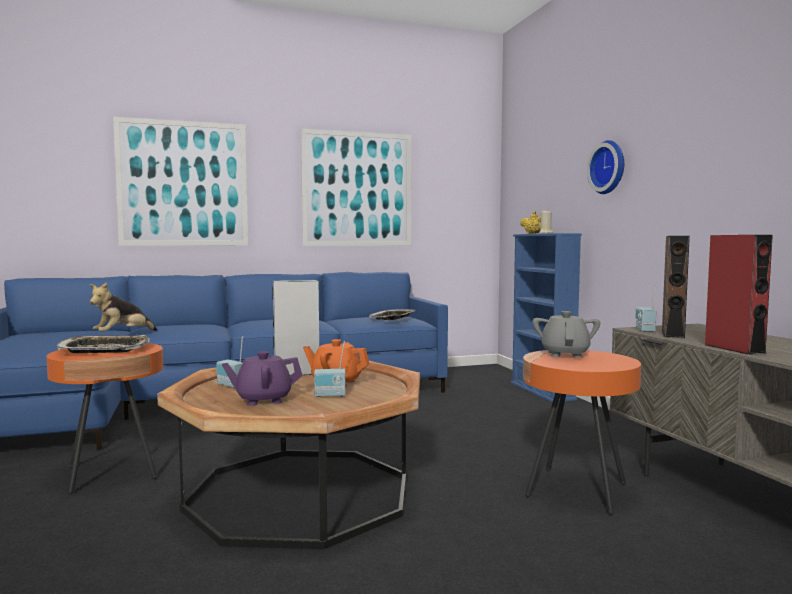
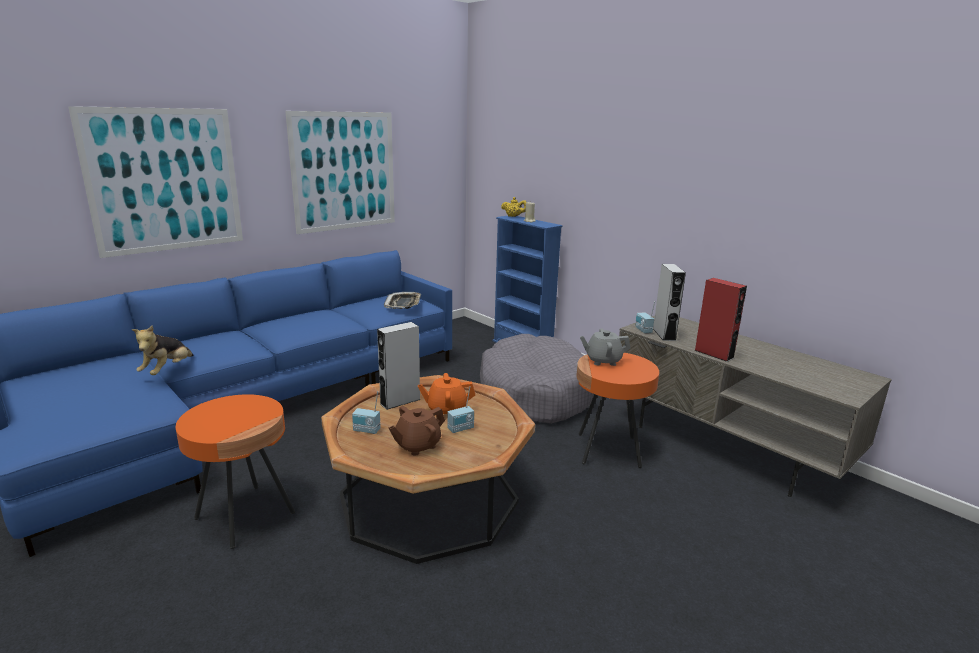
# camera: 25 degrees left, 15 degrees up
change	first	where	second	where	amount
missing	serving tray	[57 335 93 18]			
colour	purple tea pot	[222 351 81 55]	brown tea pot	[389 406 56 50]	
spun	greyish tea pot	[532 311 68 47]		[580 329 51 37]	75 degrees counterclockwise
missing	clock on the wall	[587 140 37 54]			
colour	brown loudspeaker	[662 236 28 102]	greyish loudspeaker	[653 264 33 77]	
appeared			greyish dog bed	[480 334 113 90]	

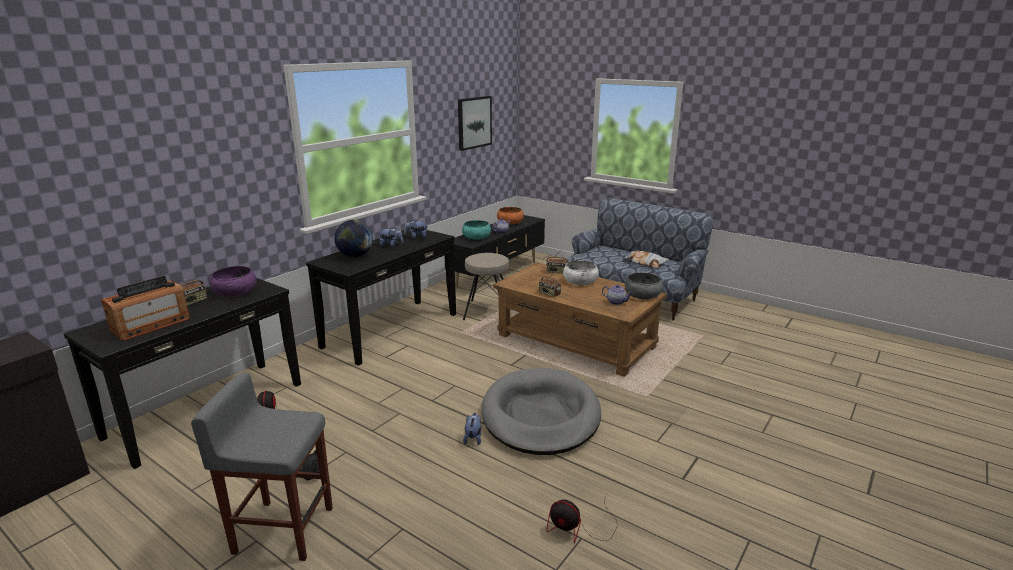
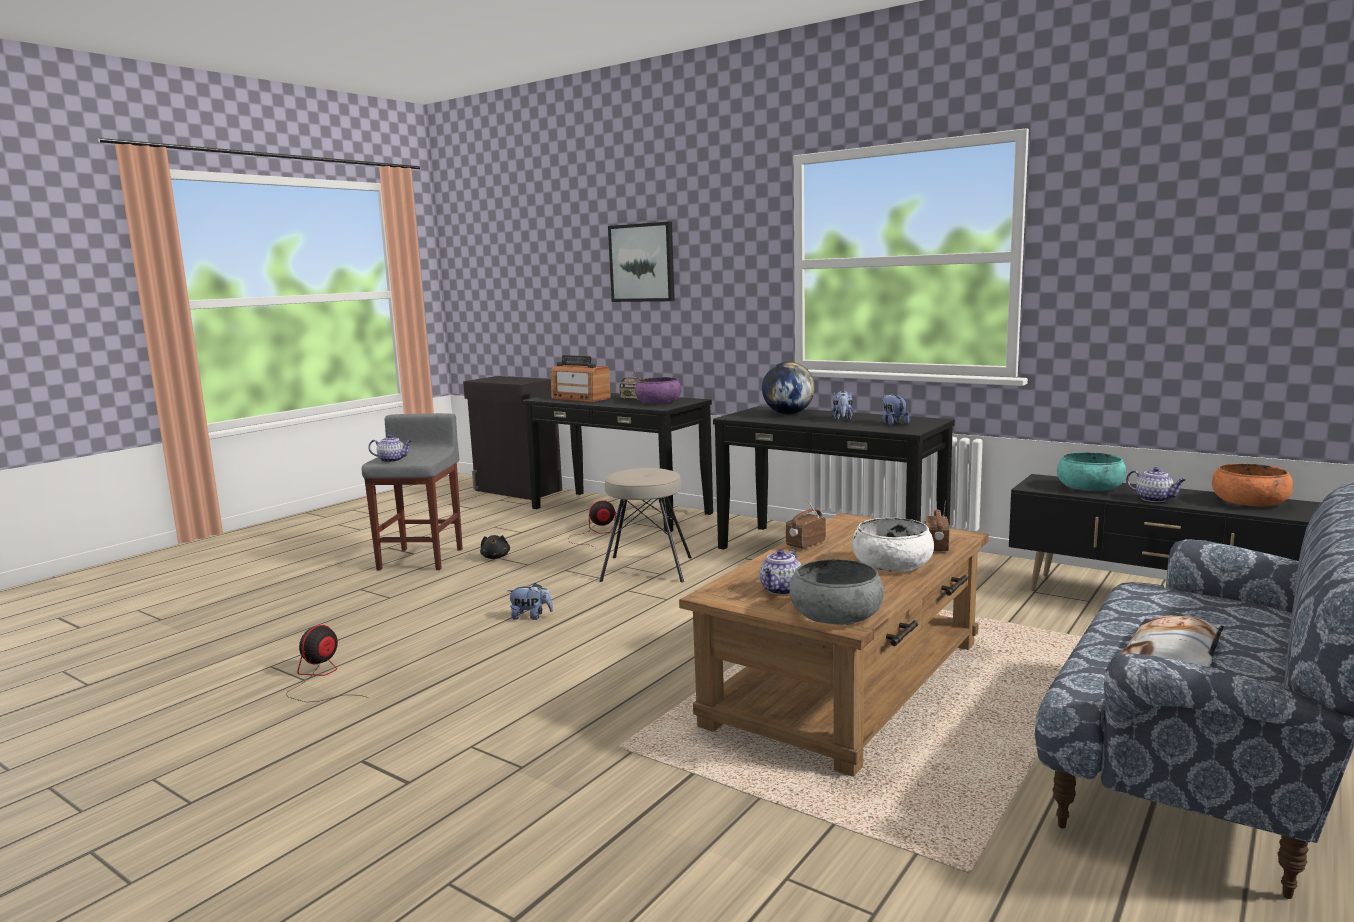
# camera: 90 degrees right, 10 degrees down
change	first	where	second	where	amount
relocated	wall picture	[458 96 34 55]		[608 222 67 80]	
relocated	beige stool	[463 253 46 67]		[599 468 93 114]	
missing	greyish dog bed	[481 368 120 87]			
appeared			tea pot	[368 434 44 29]	

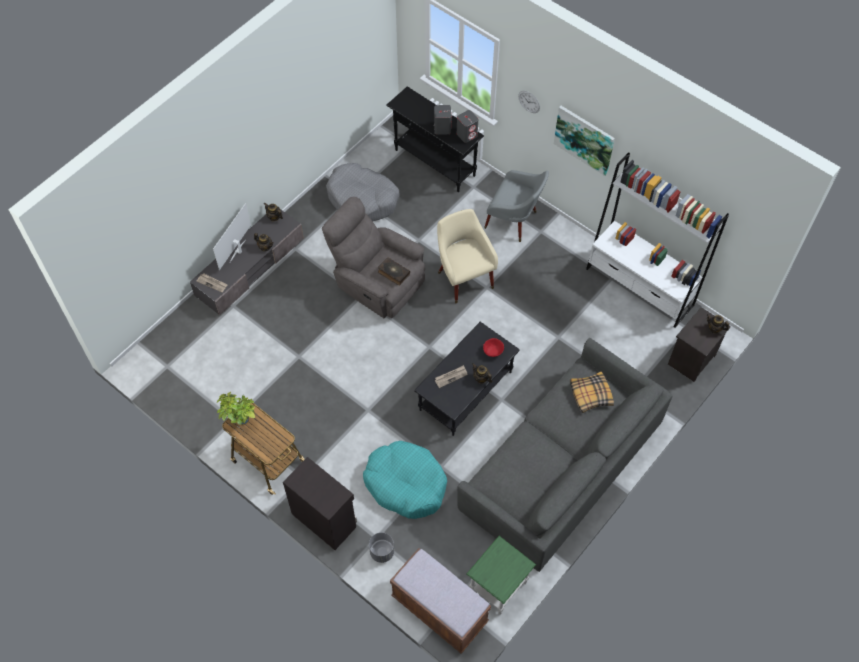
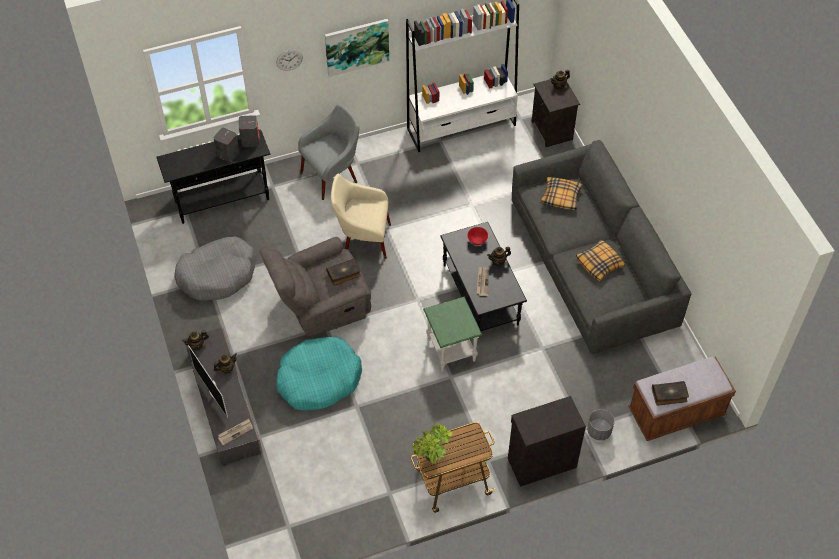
# camera: 60 degrees left, 5 degrees down
change	first	where	second	where	amount
relocated	blue-green dog bed	[363 441 84 78]		[276 337 86 73]	
relocated	green end table	[467 536 69 79]		[423 296 59 76]	
appeared			pillow	[576 240 49 41]	
appeared			volume	[652 381 37 25]	

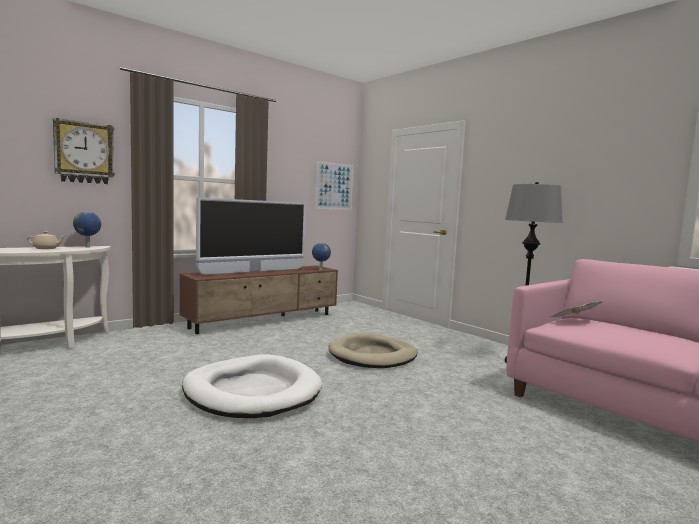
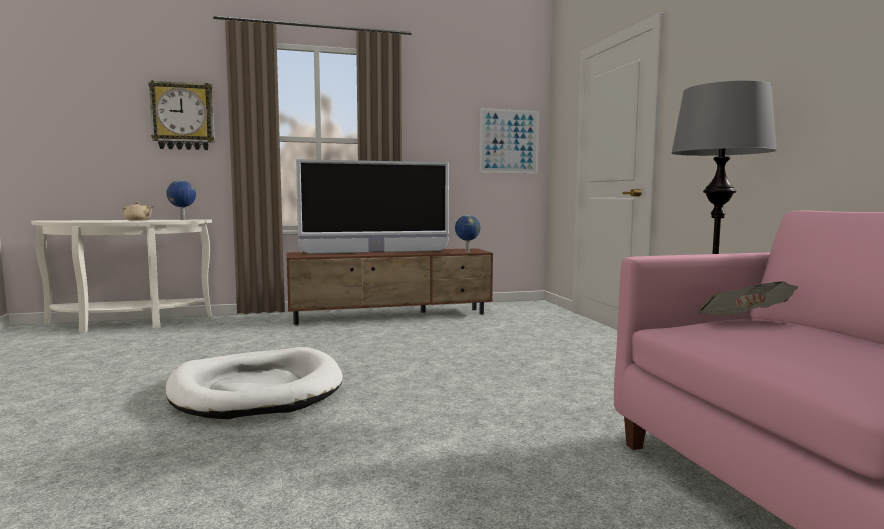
# camera: 25 degrees right, 0 degrees up
change	first	where	second	where	amount
missing	beige dog bed	[328 333 90 35]			

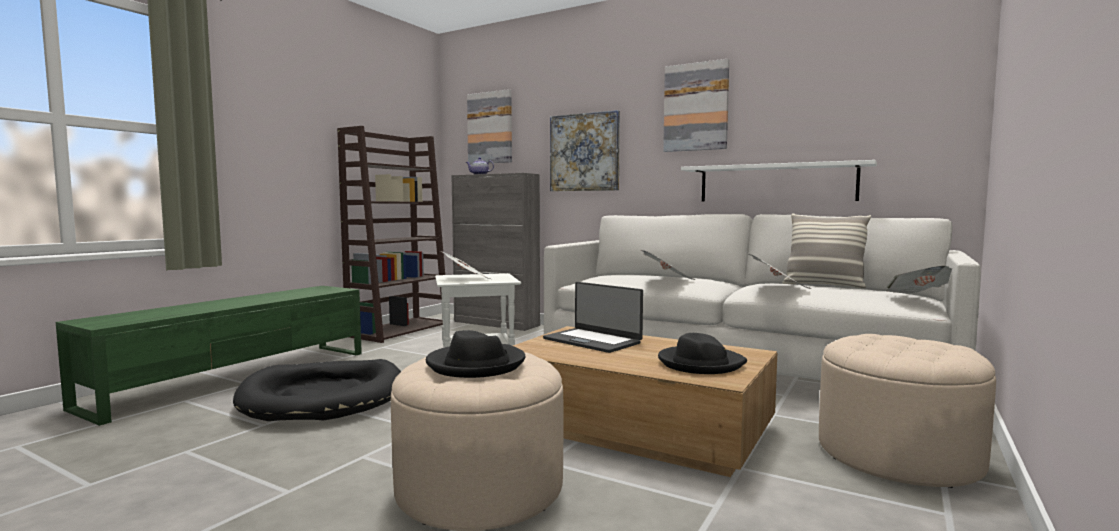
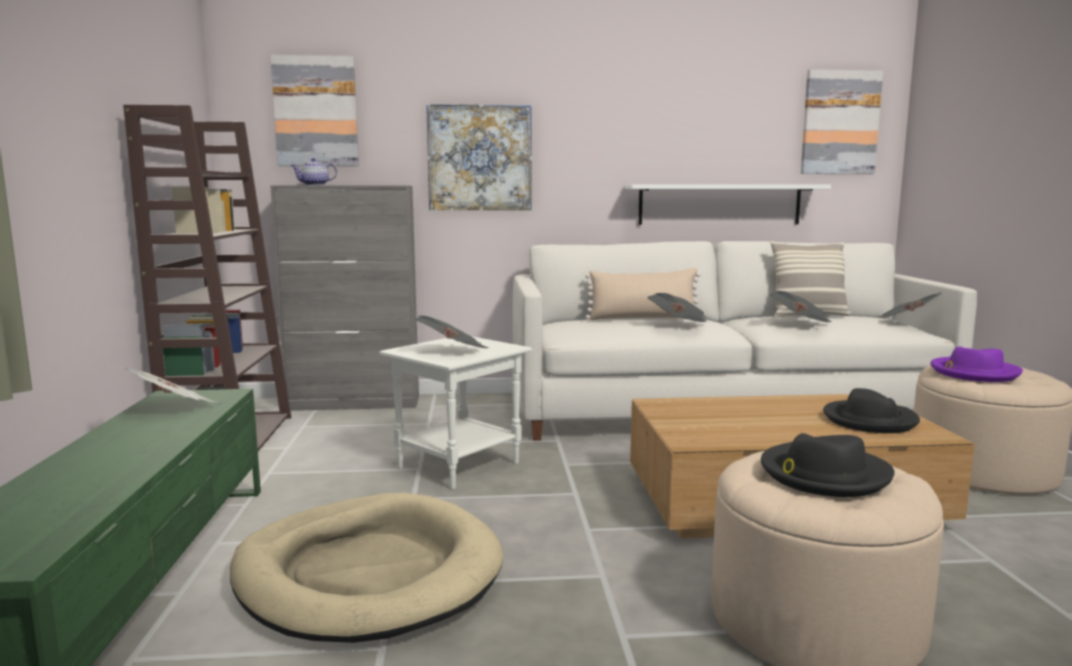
# camera: 35 degrees left, 5 degrees up
change	first	where	second	where	amount
colour	blackish dog bed	[233 359 168 62]	beige dog bed	[230 493 273 150]	
missing	notebook computer	[543 282 100 71]			
relocated	wall picture	[663 59 66 93]		[801 69 82 105]	
appeared			newspaper	[122 368 96 35]	
appeared			beige pillow	[585 268 115 52]	
appeared			purple clothing hat	[931 347 92 35]	

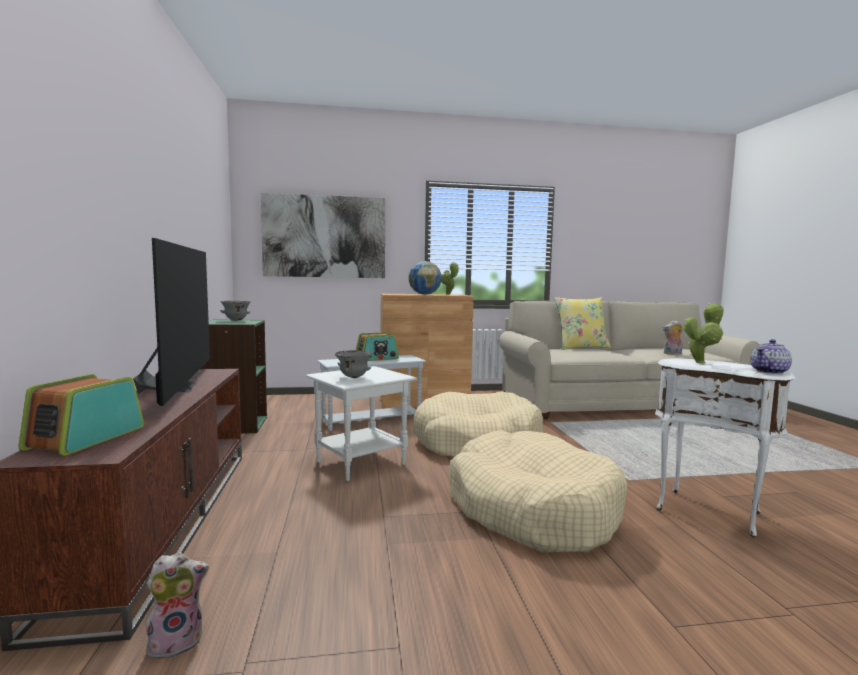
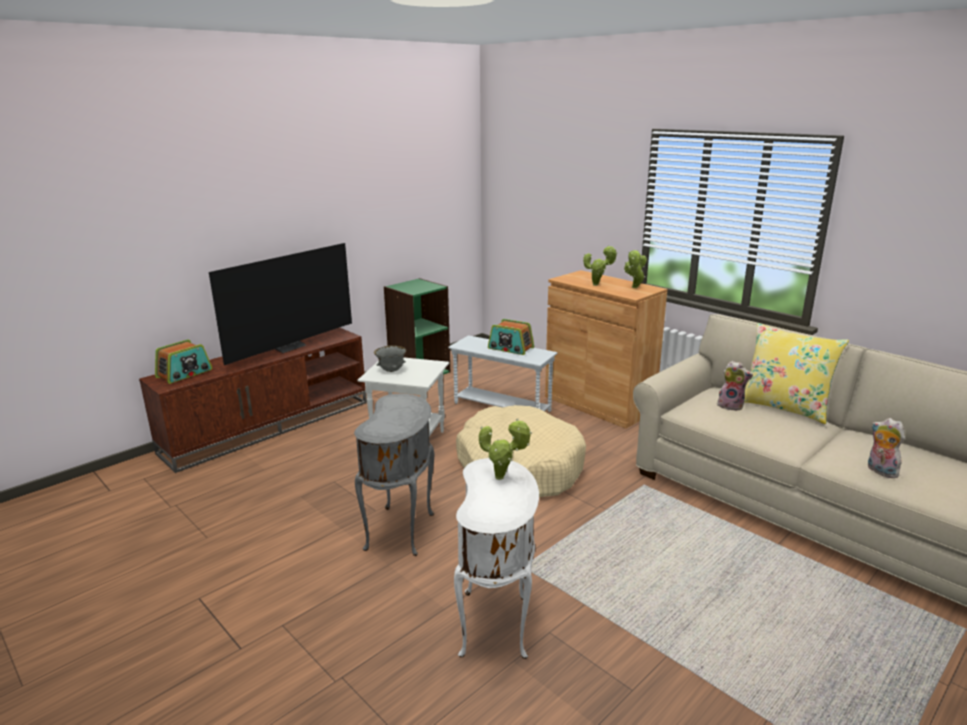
# camera: 55 degrees right, 15 degrees up
change	first	where	second	where	amount
spun	radio	[18 374 126 82]		[155 340 57 44]	150 degrees clockwise
relocated	cuddly toy	[145 552 64 107]		[717 361 36 50]	
missing	greyish bowl	[220 301 30 20]			
missing	wall picture	[261 193 124 85]			
exchanged	globe	[409 261 33 34]	potted plant	[583 245 35 41]	
exchanged	beige dog bed	[449 430 179 123]	greyish end table	[354 394 80 162]	
missing	tea pot	[751 339 41 35]			

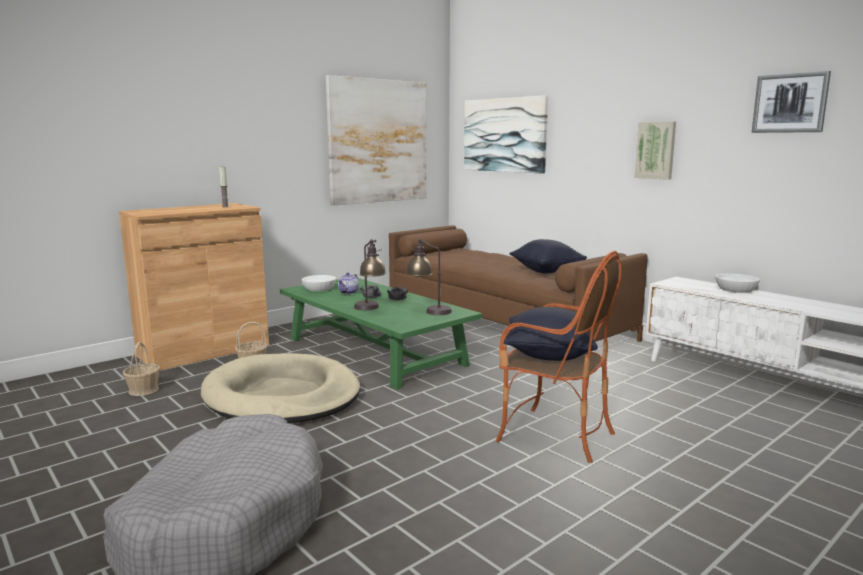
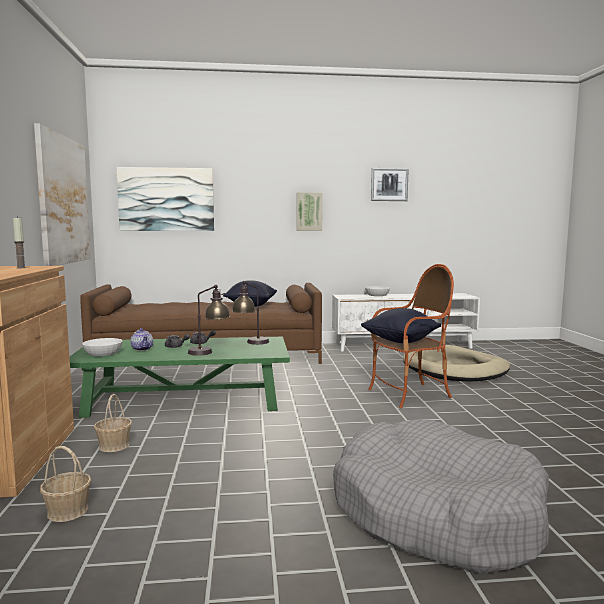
# camera: 55 degrees left, 5 degrees down
change	first	where	second	where	amount
relocated	beige dog bed	[201 353 159 70]		[403 345 107 37]	

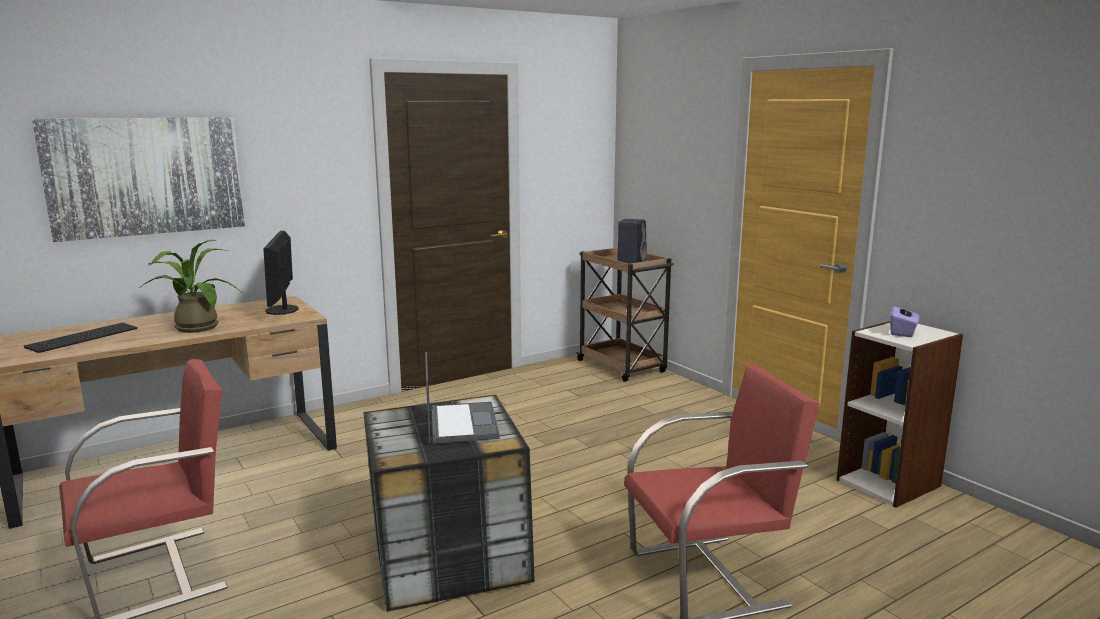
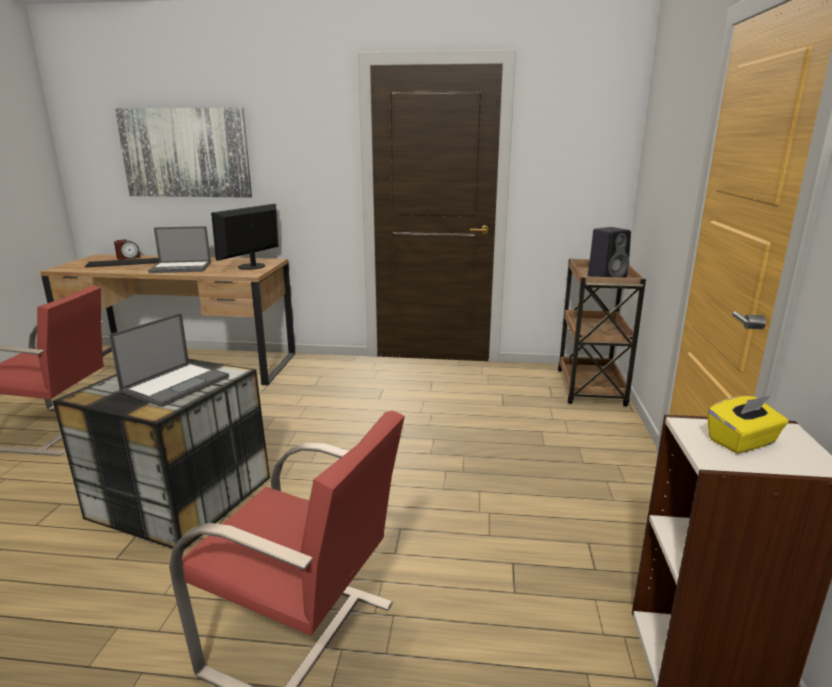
# camera: 40 degrees right, 5 degrees up
change	first	where	second	where	amount
exchanged	potted plant	[139 240 102 93]	notebook computer	[148 226 63 47]	
colour	purple tissue box	[890 303 29 34]	yellowish tissue box	[707 396 81 58]	
appeared			table clock	[114 239 26 21]	

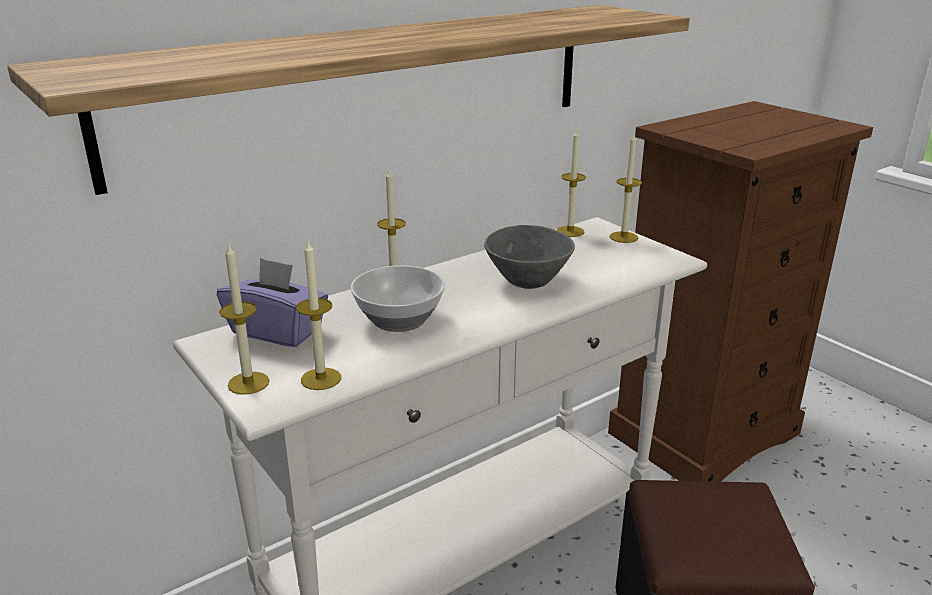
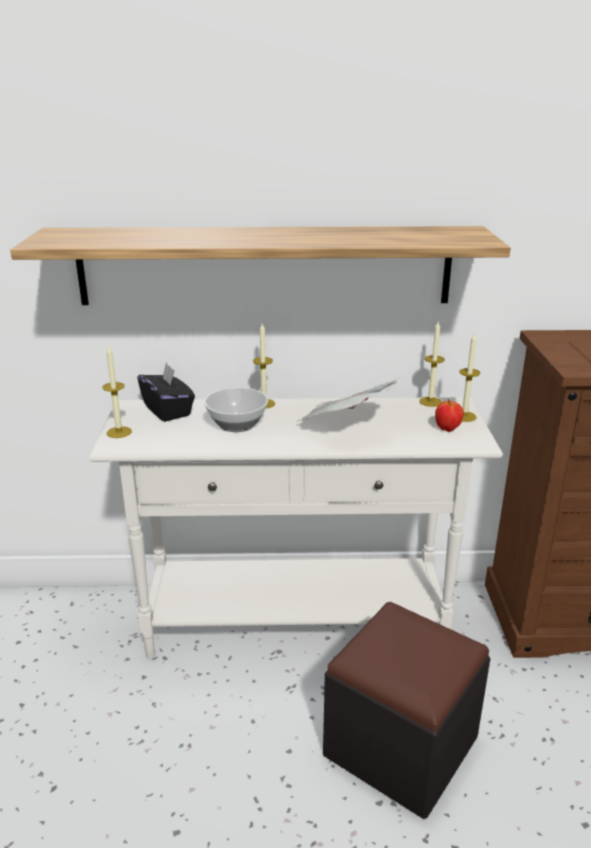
# camera: 35 degrees right, 0 degrees up
change	first	where	second	where	amount
colour	purple tissue box	[217 258 111 89]	blackish tissue box	[137 363 58 59]	
missing	wax light	[296 241 45 149]			
exchanged	greyish bowl	[484 225 91 64]	newspaper	[296 378 104 44]	
appeared			whole apple	[435 399 29 33]	

